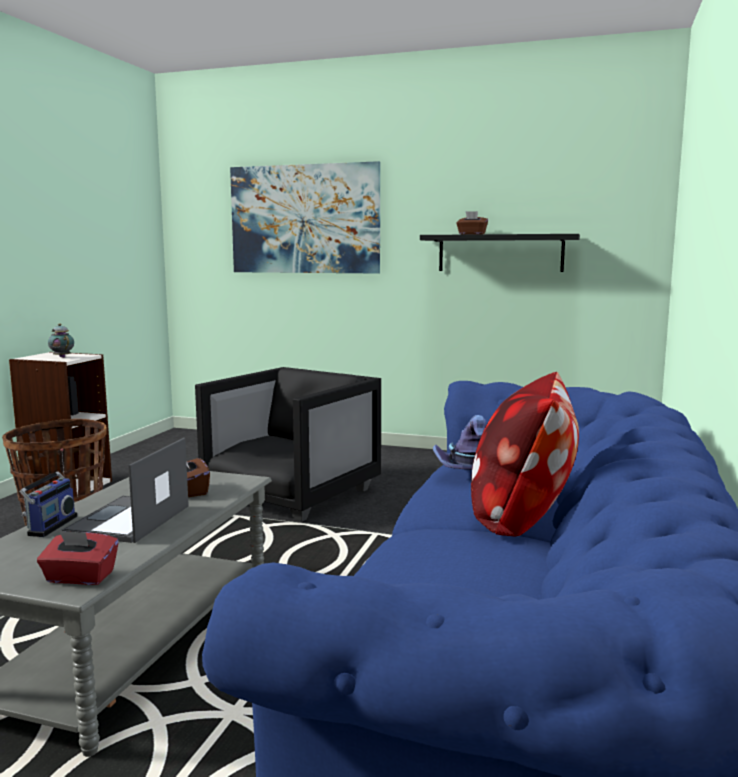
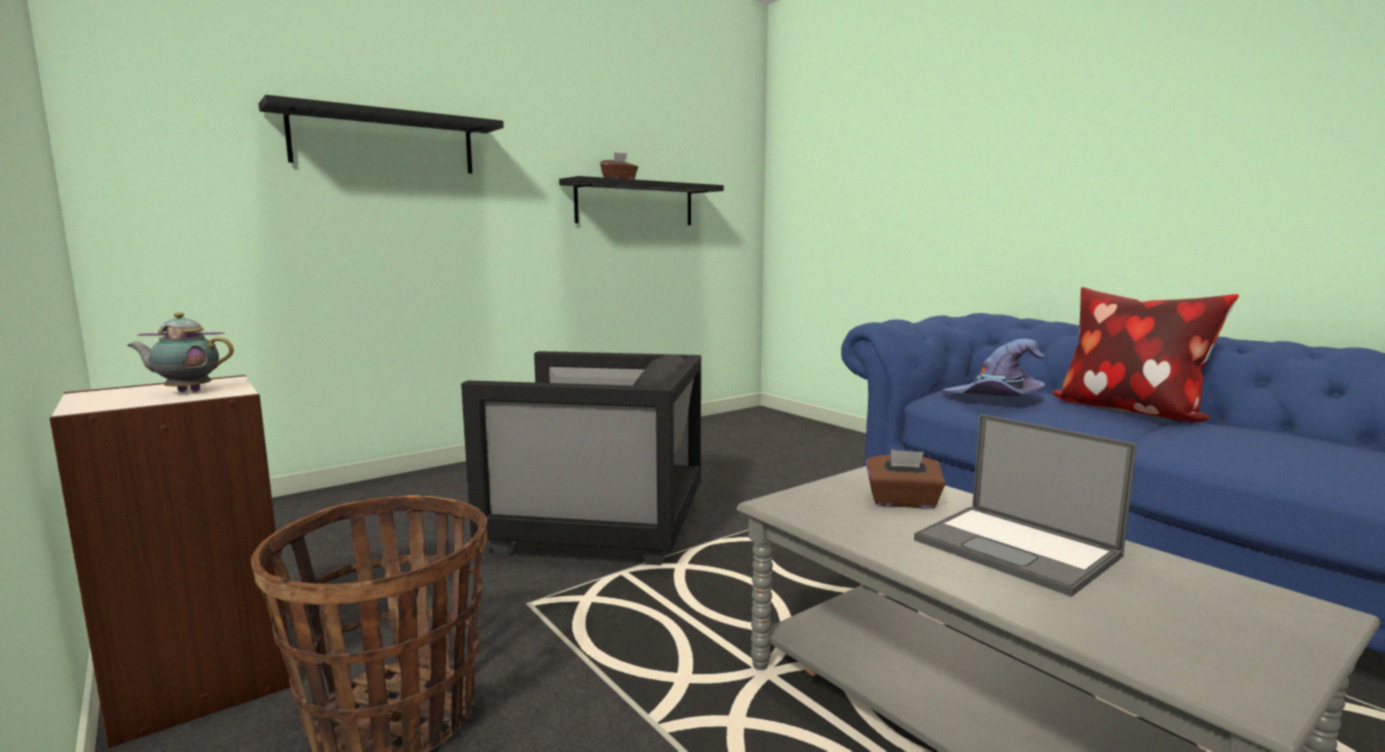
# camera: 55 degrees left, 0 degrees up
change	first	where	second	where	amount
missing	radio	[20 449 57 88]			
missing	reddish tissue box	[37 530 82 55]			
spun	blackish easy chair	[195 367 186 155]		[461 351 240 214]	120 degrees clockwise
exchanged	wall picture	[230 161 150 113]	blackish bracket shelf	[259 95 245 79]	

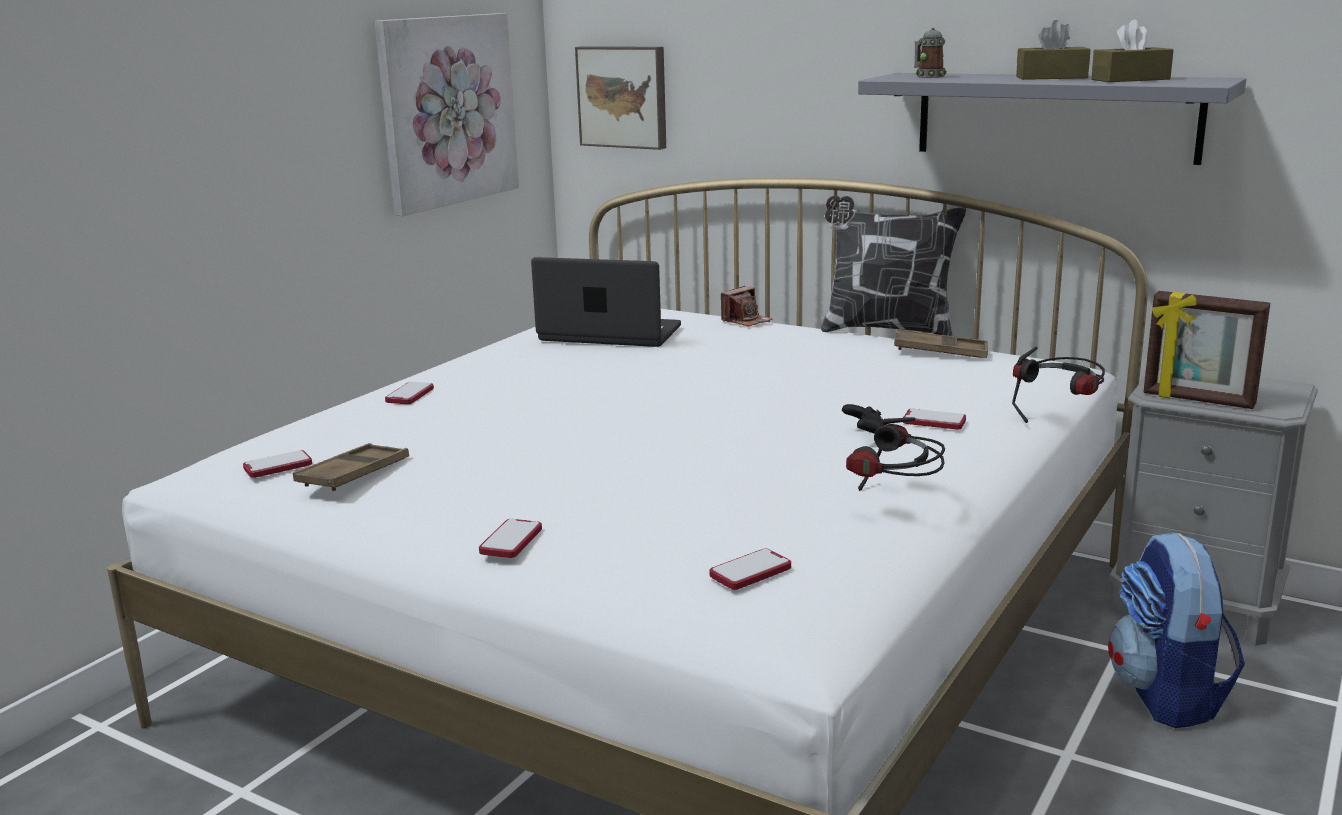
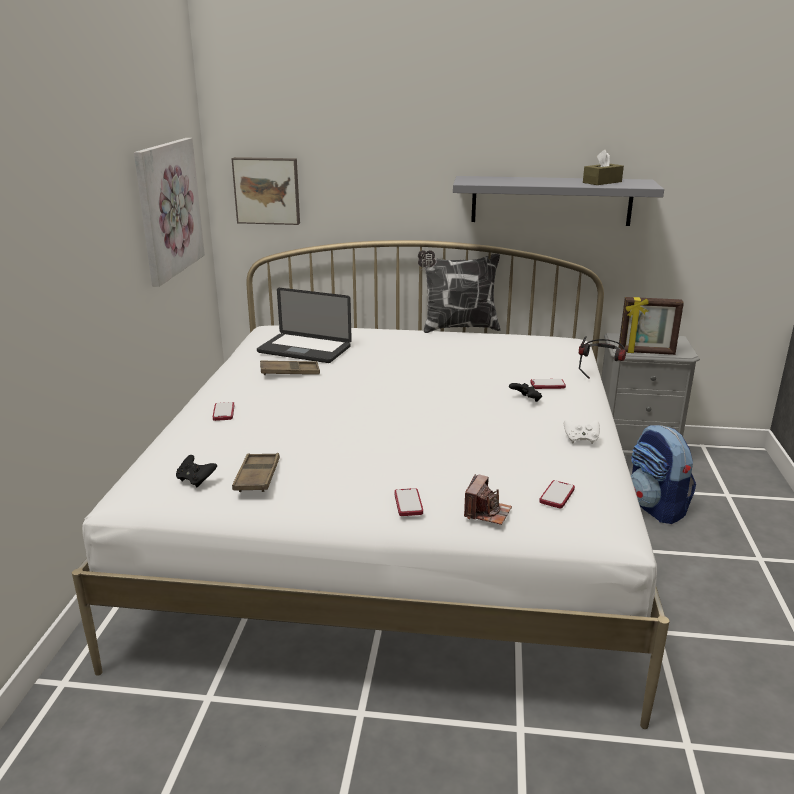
# camera: 25 degrees left, 5 degrees up
change	first	where	second	where	amount
exchanged	phone	[243 450 69 28]	blackish joypad	[176 455 41 33]	
spun	notebook computer	[531 257 150 90]		[257 288 95 75]	150 degrees counterclockwise
relocated	photo camera	[721 286 52 40]		[464 474 48 51]	
exchanged	headset	[846 417 99 74]	white-coloured joypad	[564 419 36 25]	
relocated	brown serving tray	[894 329 94 29]		[260 360 60 15]	
missing	tea mug	[914 28 33 50]			
missing	brown tissue box	[1016 20 75 60]			

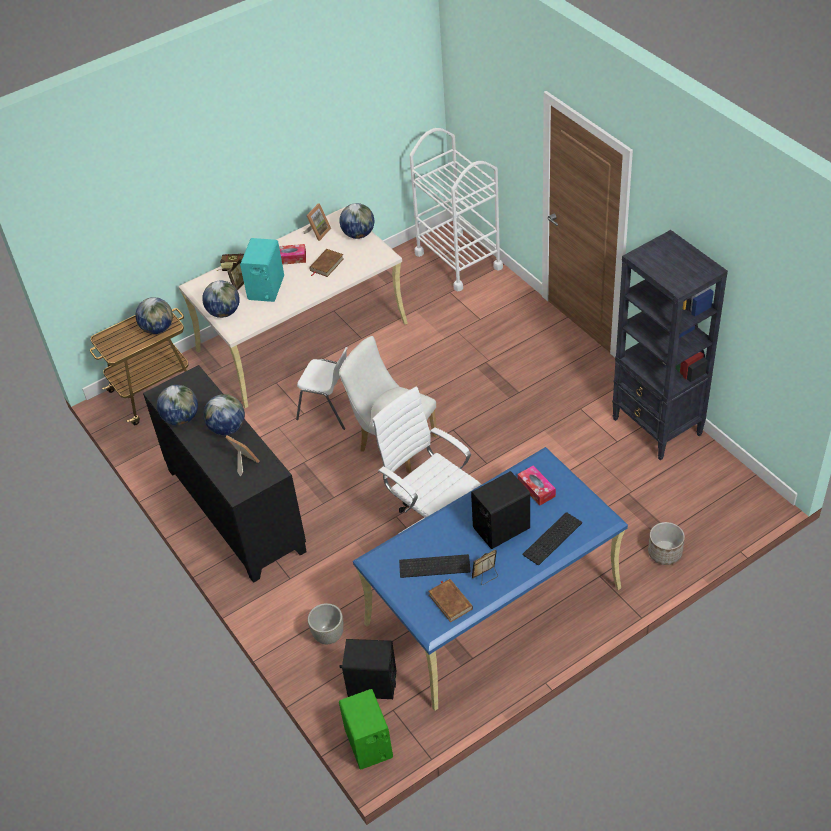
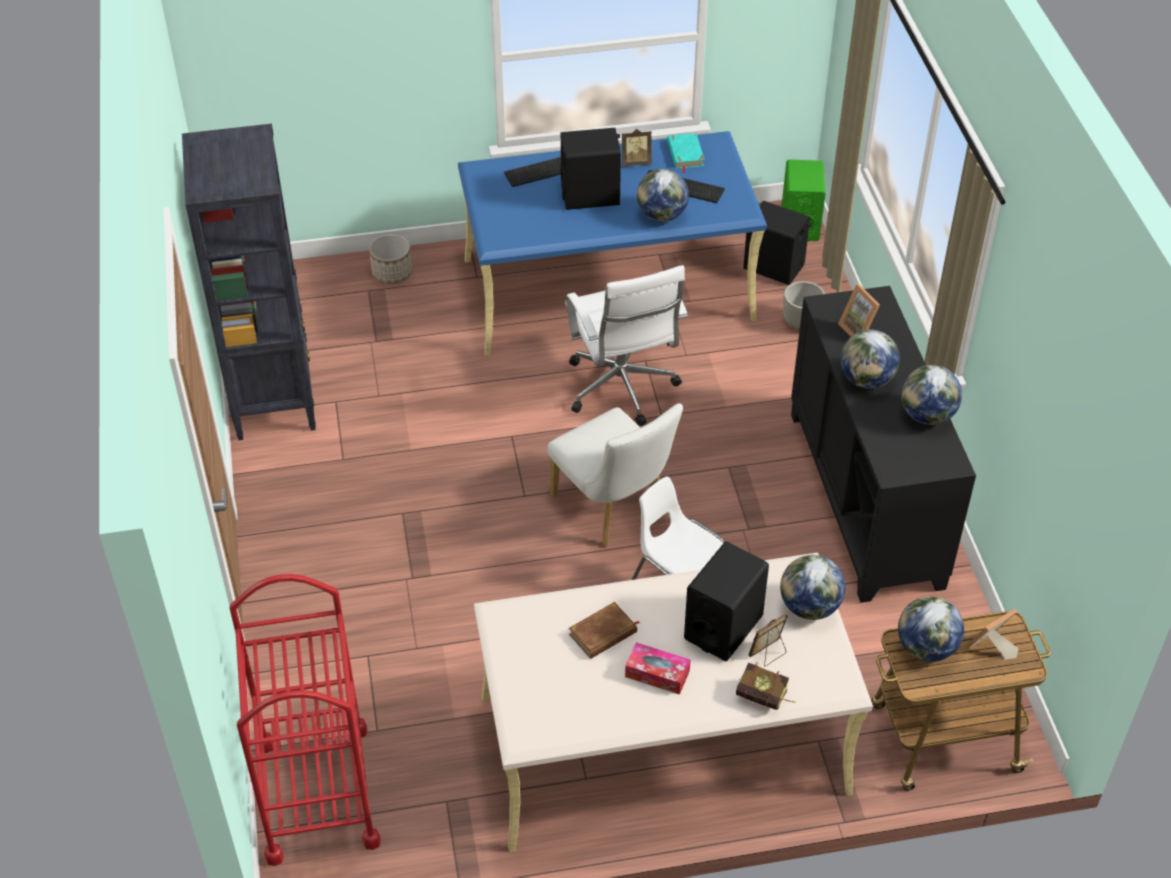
# camera: 160 degrees left, 0 degrees up
change	first	where	second	where	amount
colour	blue-green loudspeaker	[240 238 44 64]	blackish loudspeaker	[684 541 85 120]	
relocated	standing frame	[304 203 27 38]		[964 608 54 51]	
relocated	globe	[340 203 34 36]		[637 169 52 53]	
colour	white-coloured trolley	[409 128 94 164]	reddish trolley	[229 574 152 292]	
colour	brown volume	[428 579 45 43]	blue-green volume	[667 133 38 40]	
missing	tissue box	[518 465 38 40]			

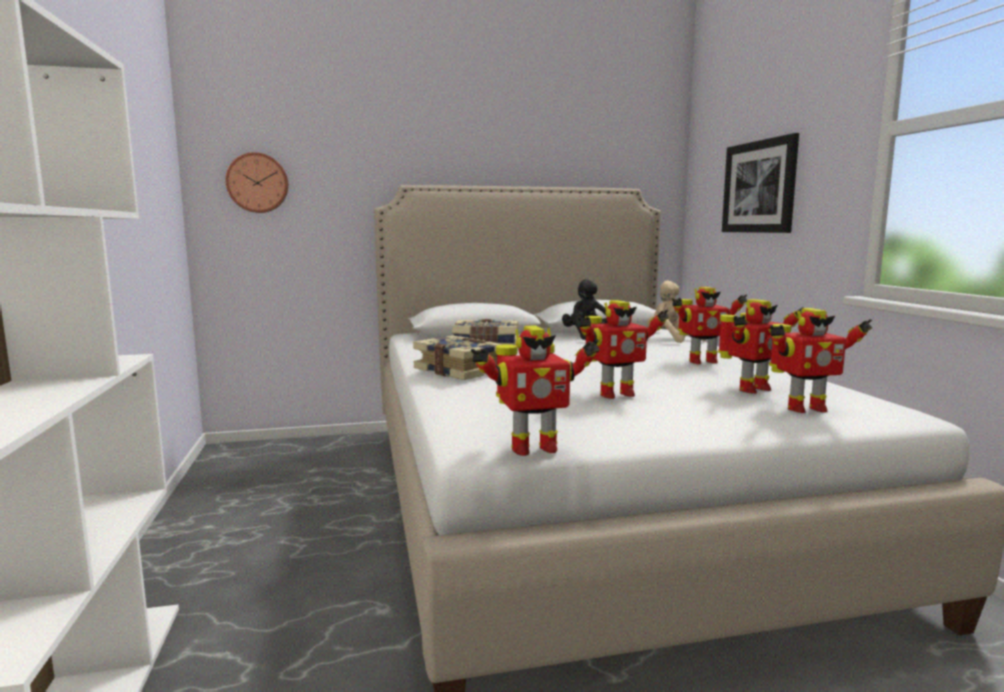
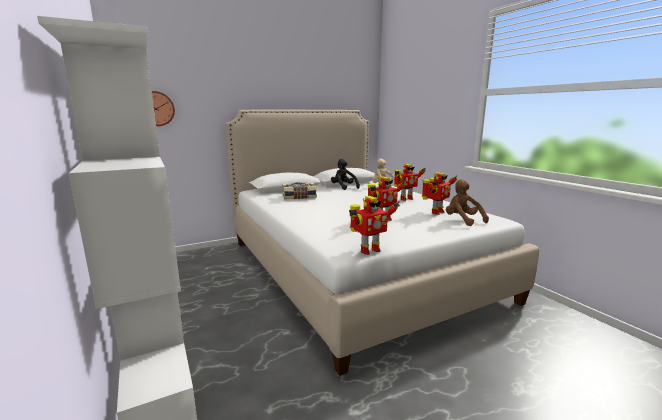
# camera: 15 degrees left, 5 degrees up
change	first	where	second	where	amount
missing	volume	[413 335 90 45]			
missing	wall picture	[722 133 77 100]			
exchanged	robot figure	[769 308 103 105]	brown cuddly toy	[446 179 43 47]	

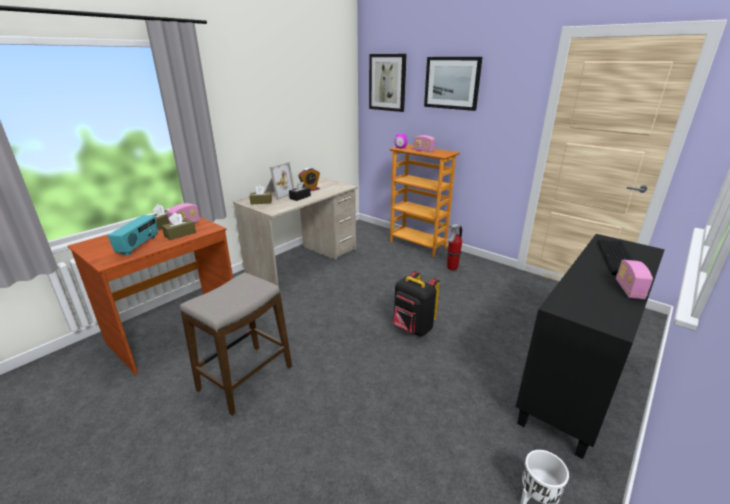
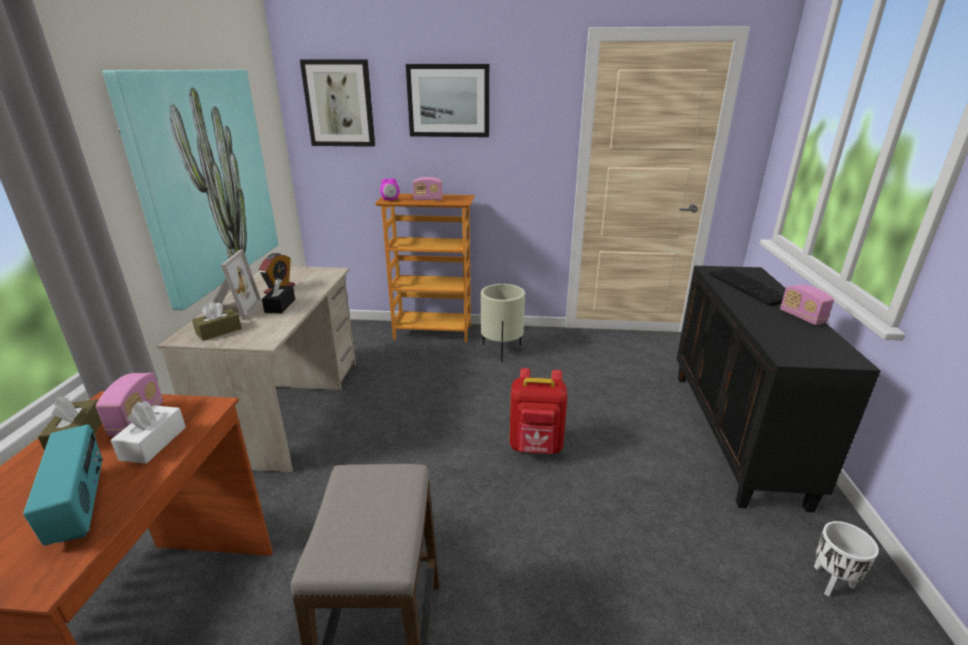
# camera: 35 degrees left, 0 degrees up
change	first	where	second	where	amount
colour	brown tissue box	[162 213 34 27]	white-coloured tissue box	[111 401 75 63]	
colour	blackish backpack	[393 271 47 65]	reddish backpack	[509 368 58 86]	
exchanged	extinguisher	[447 224 15 46]	beige plant pot	[481 284 44 77]	
appeared			wall picture	[103 70 176 240]	

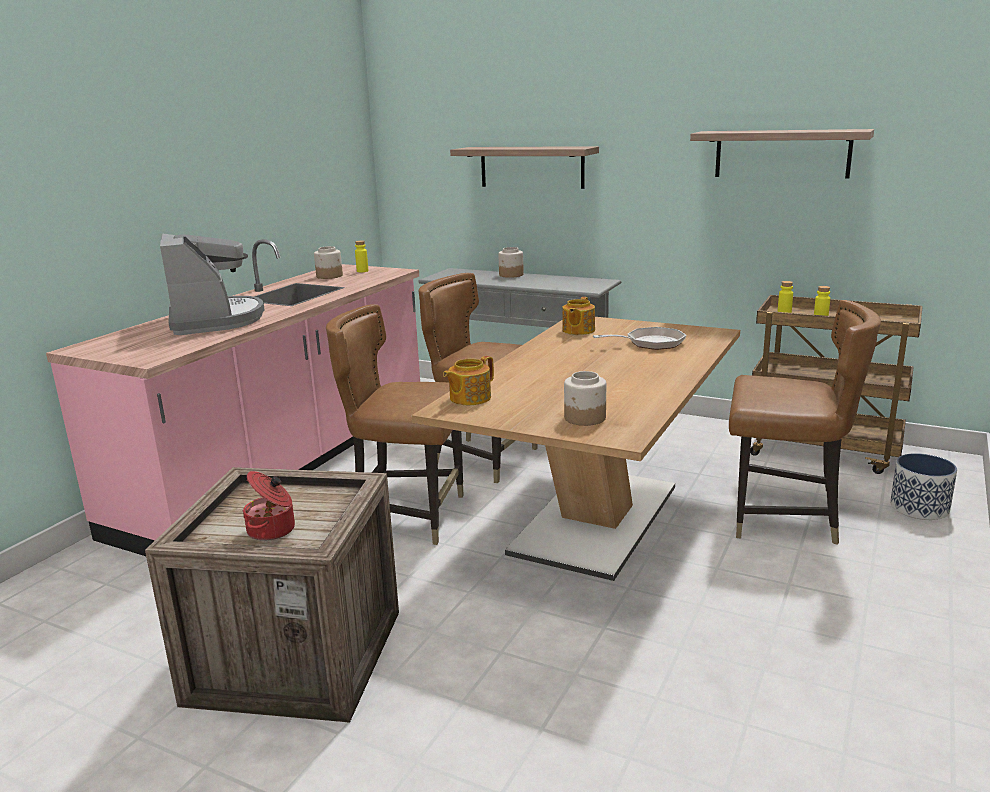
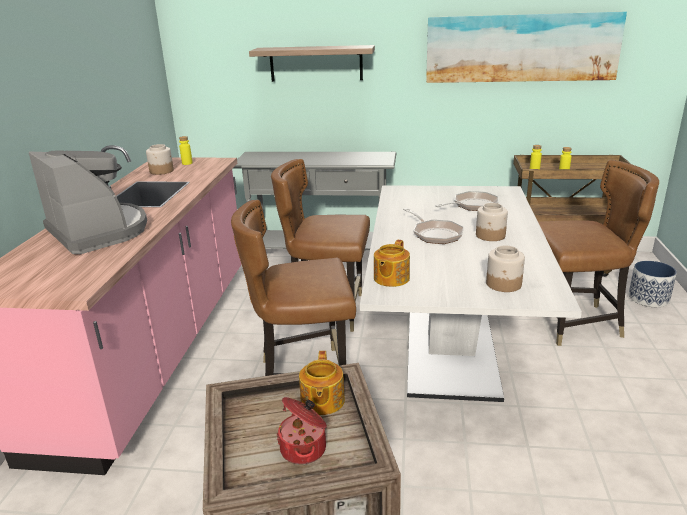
# camera: 20 degrees left, 5 degrees up
change	first	where	second	where	amount
colour	brown dinner table	[412 317 328 264]	white-coloured dinner table	[360 185 222 217]	
relocated	preserve jar	[498 247 26 31]		[476 203 32 38]	
relocated	tea pot	[562 297 33 38]		[299 351 46 64]	
exchanged	bracket shelf	[690 129 184 50]	wall picture	[426 12 201 71]	
appeared			frying pan	[403 208 61 36]	

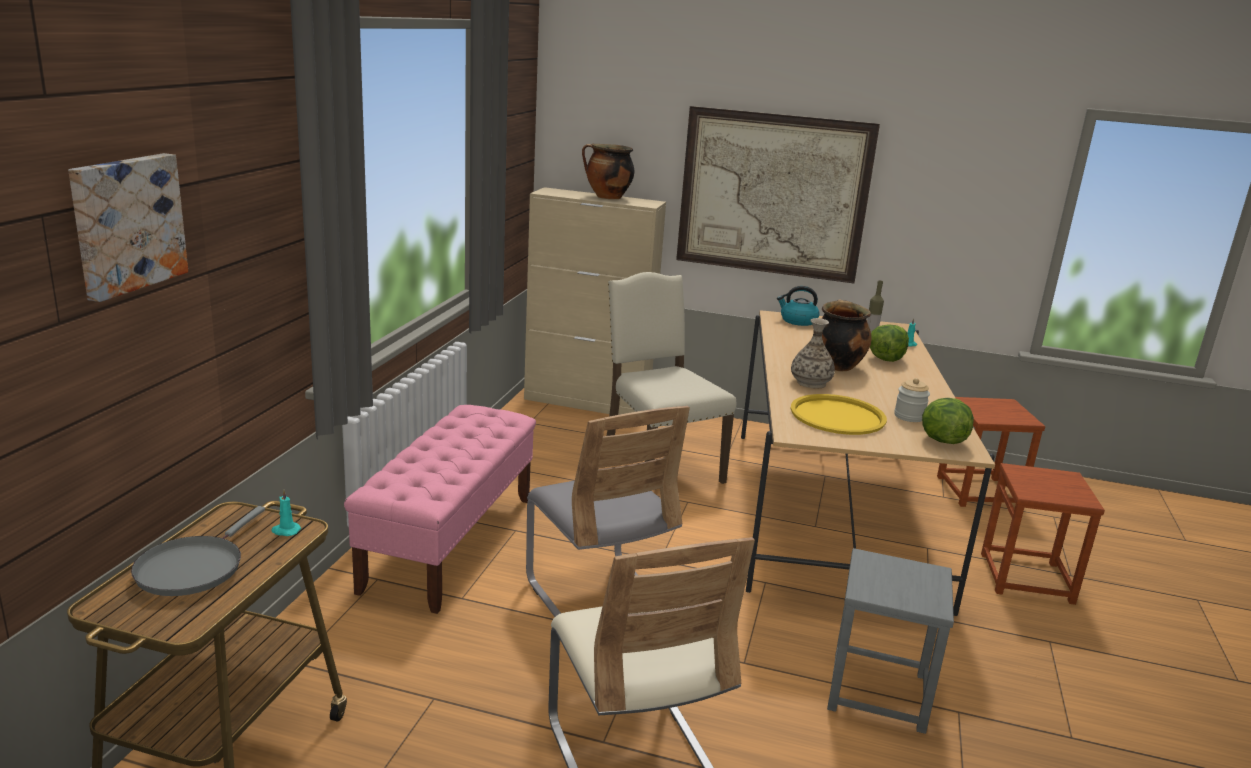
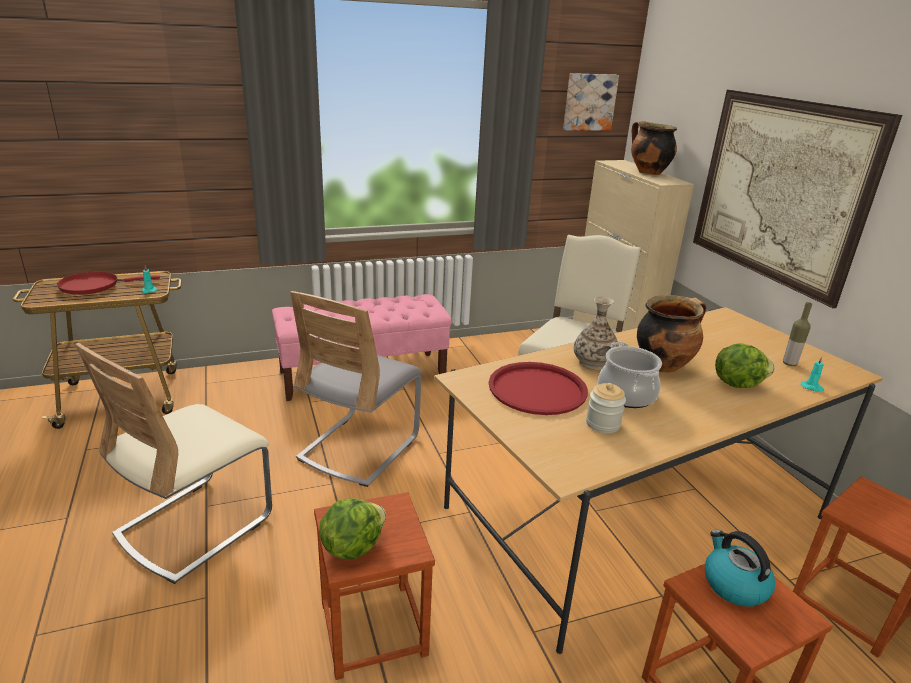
# camera: 55 degrees right, 5 degrees up
change	first	where	second	where	amount
relocated	wall picture	[68 153 120 149]		[563 73 56 58]	
colour	greyish frying pan	[131 506 134 90]	reddish frying pan	[57 271 103 24]	
relocated	water kettle	[777 286 43 40]		[705 530 70 77]	
colour	yellowish serving tray	[791 394 96 41]	reddish serving tray	[489 362 99 53]	
colour	greyish stool	[827 548 127 186]	brown stool	[314 492 121 188]	
relocated	lettuce head	[922 398 52 46]		[319 498 67 61]	
appeared			saucepot	[598 342 64 66]	

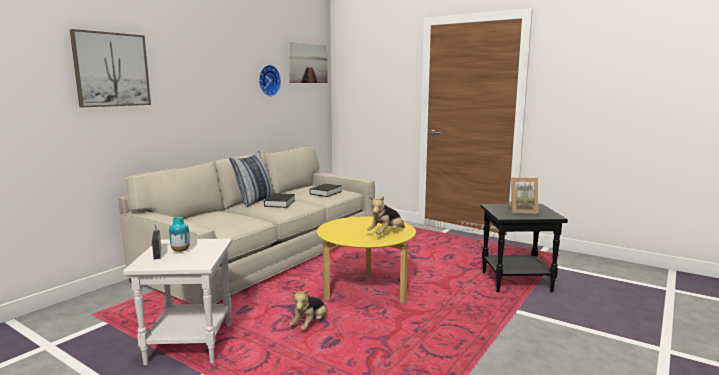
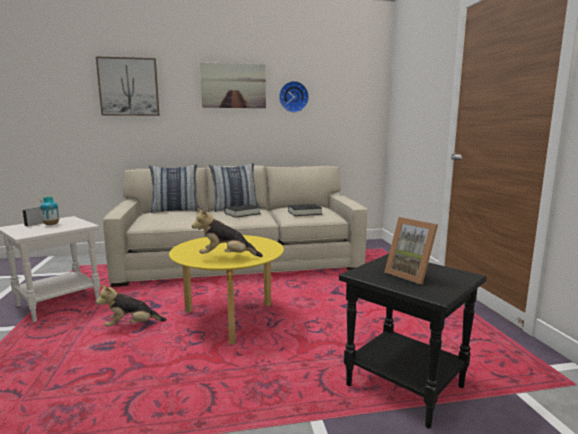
# camera: 45 degrees right, 0 degrees up
change	first	where	second	where	amount
relocated	wall picture	[288 42 40 41]		[200 62 66 46]	
appeared			pillow	[149 164 51 49]	

